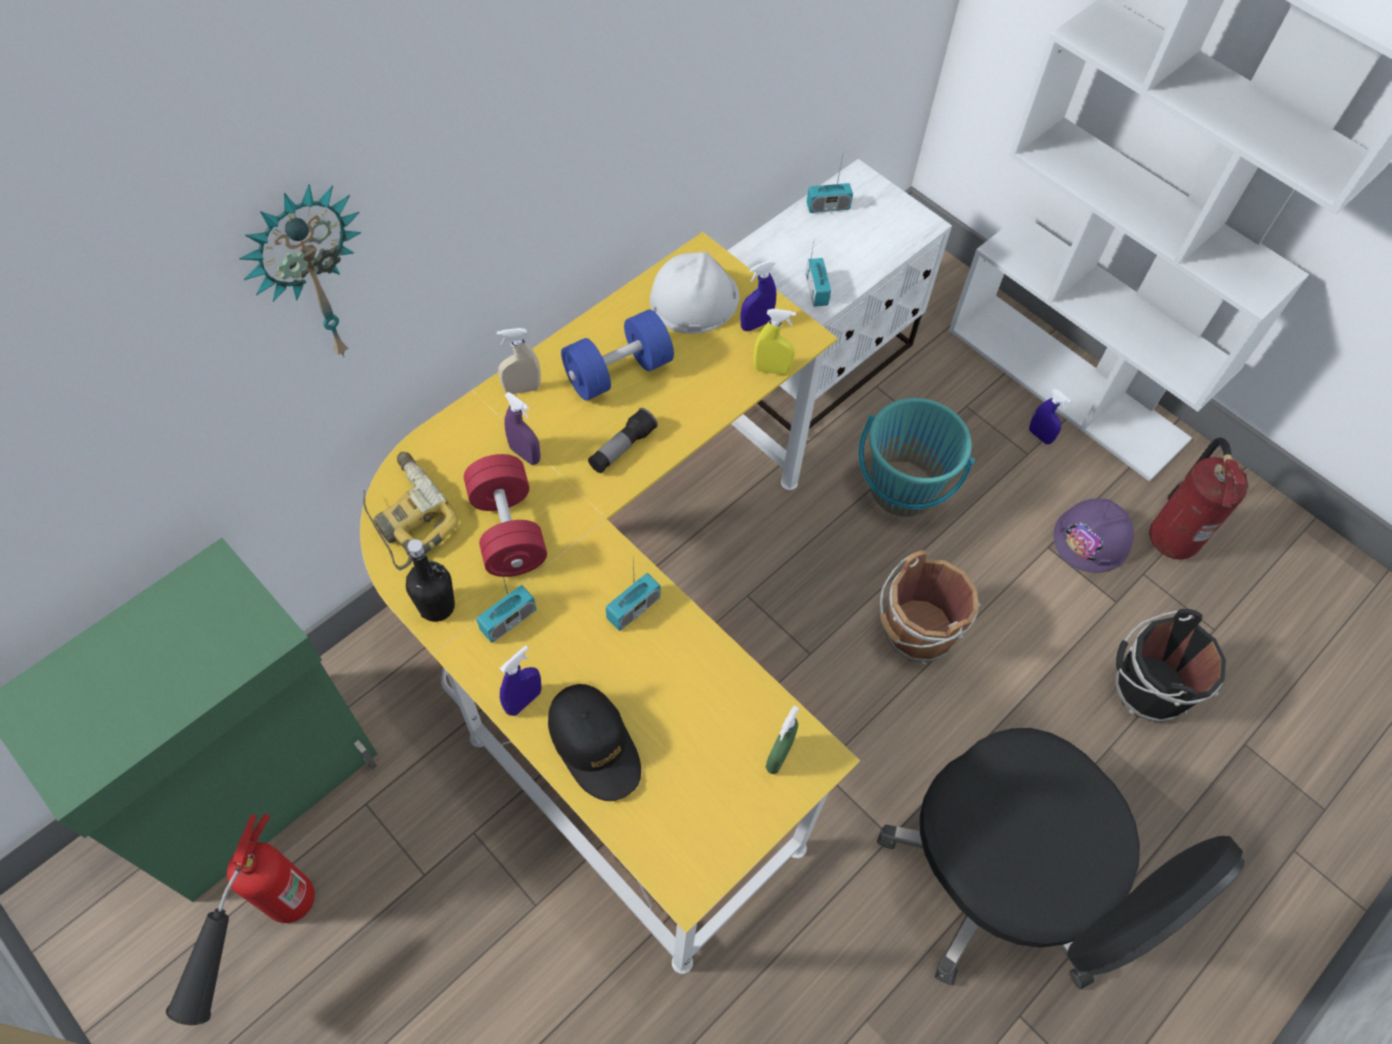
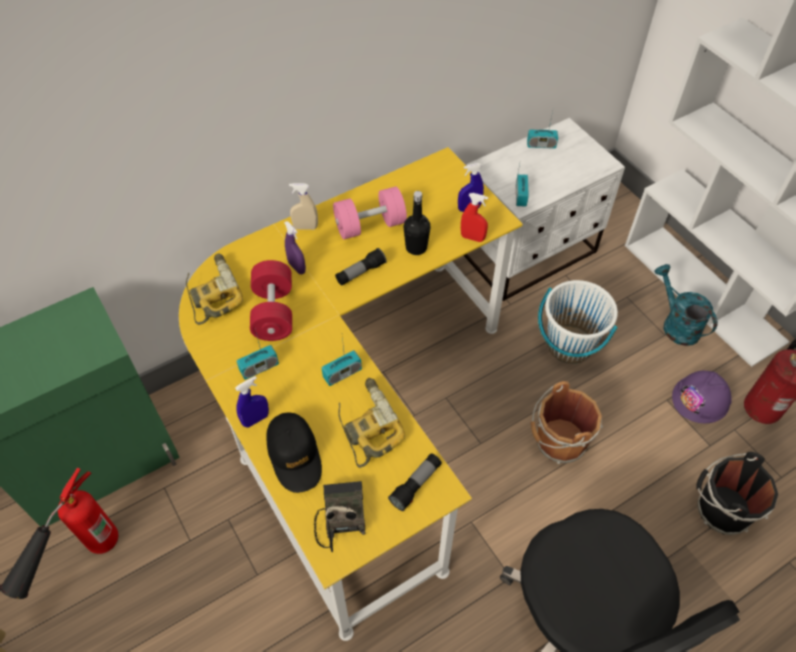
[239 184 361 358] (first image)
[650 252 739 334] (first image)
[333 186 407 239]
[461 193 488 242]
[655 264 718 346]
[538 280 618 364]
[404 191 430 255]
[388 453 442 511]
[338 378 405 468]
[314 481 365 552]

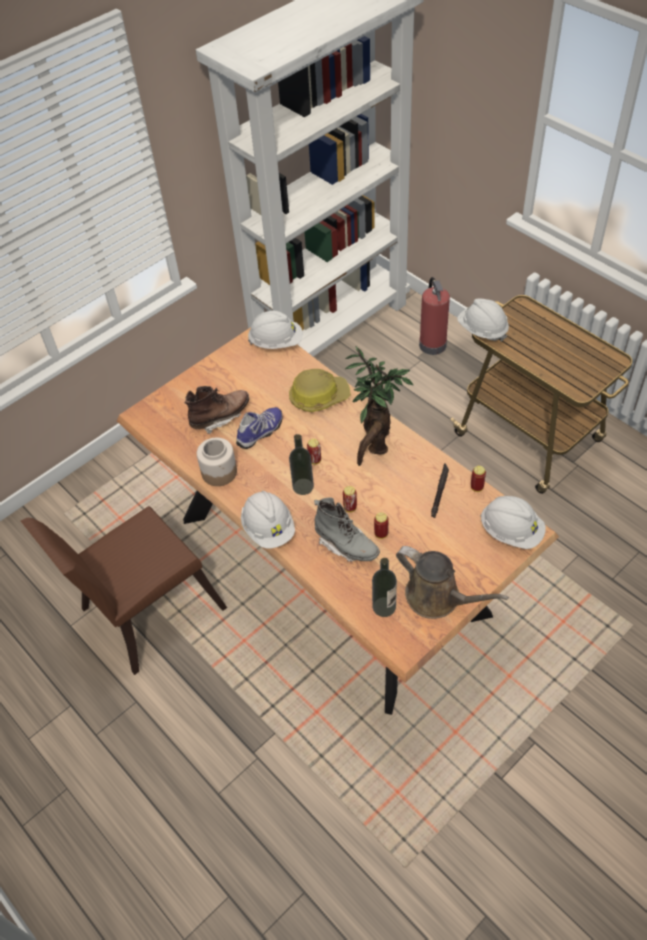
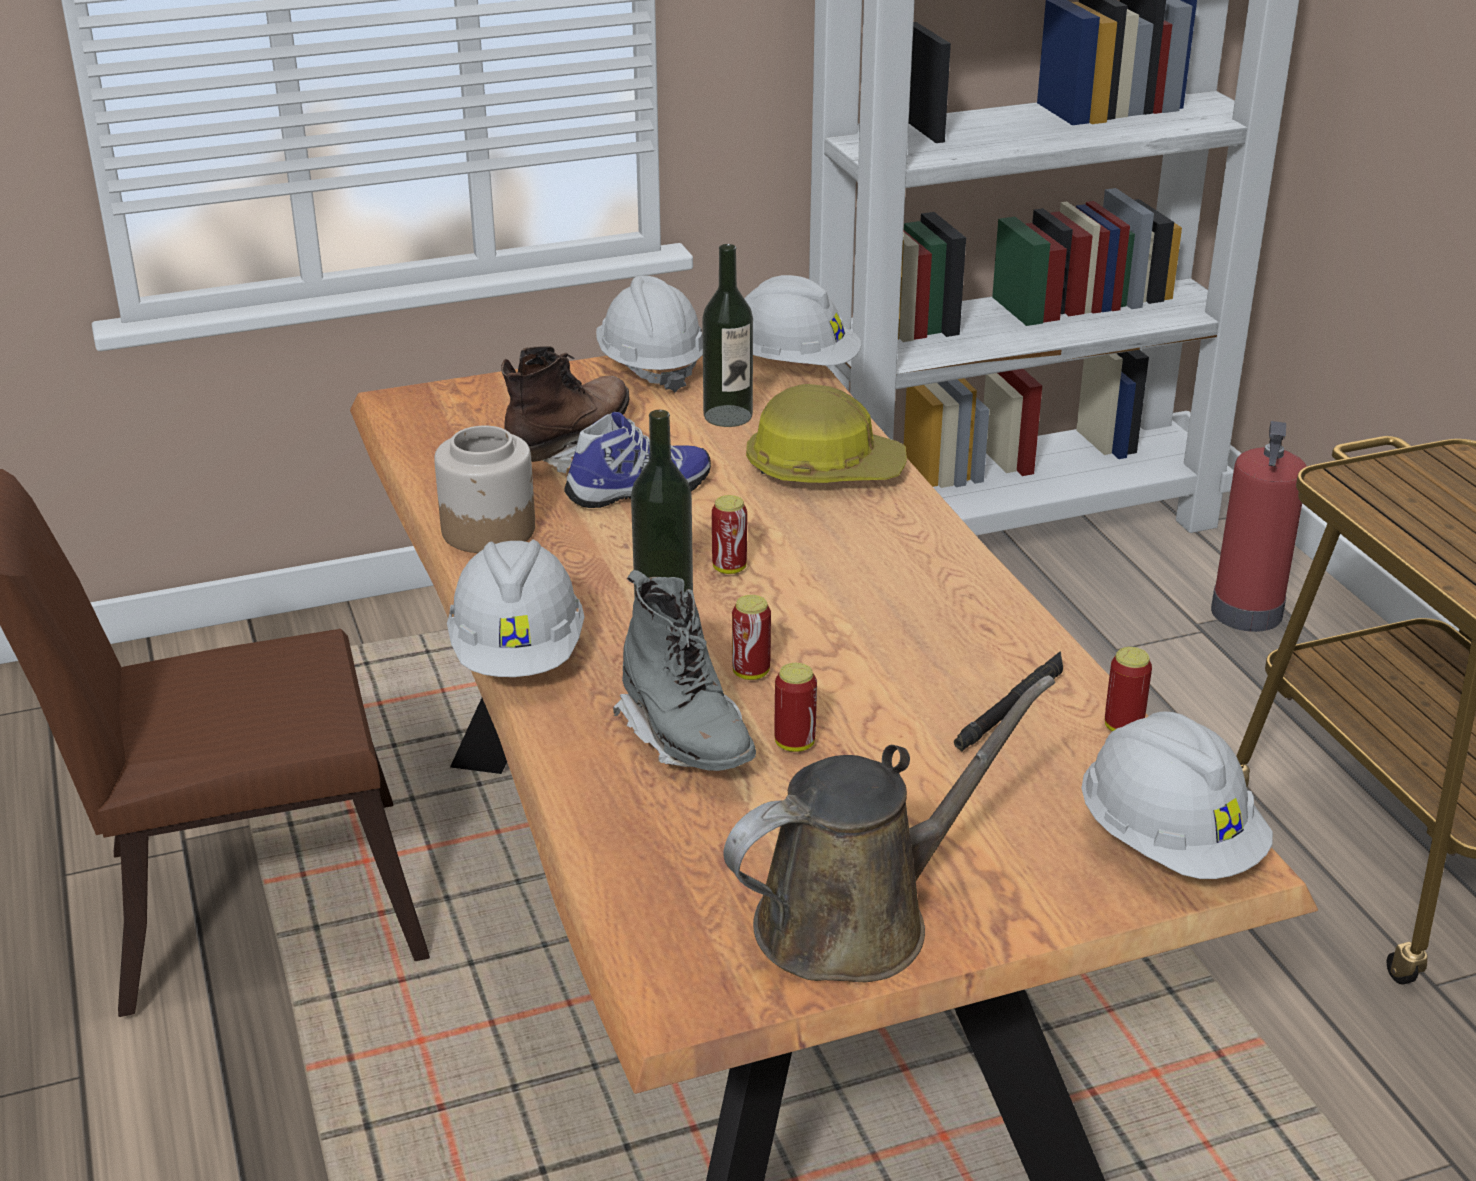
[596 276 703 393]
[345 346 413 466] (first image)
[501 346 630 473]
[724 675 1055 982]
[702 244 753 427]

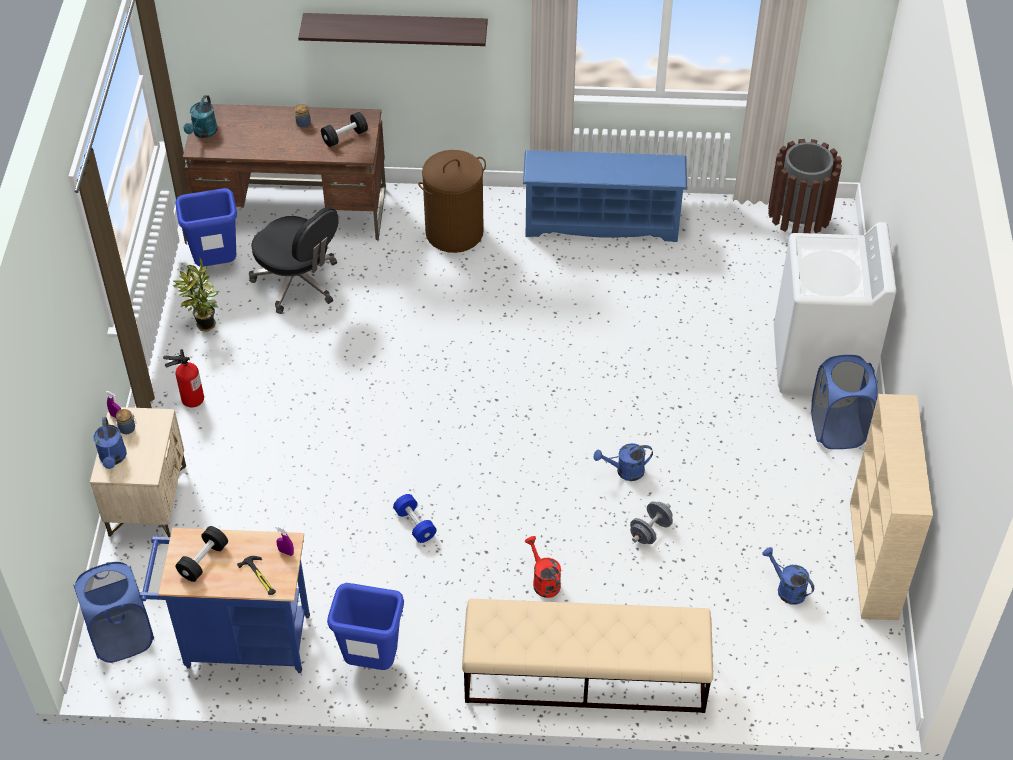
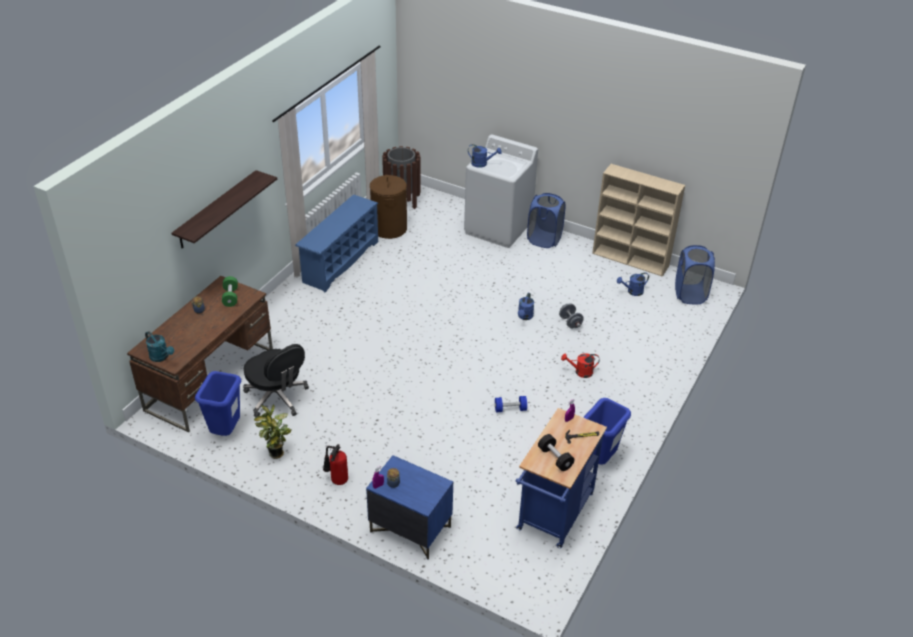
[222 276 238 307]
[370 175 407 239]
[243 344 309 417]
[366 455 453 559]
[468 144 502 168]
[675 245 715 304]
[462 599 713 713] (first image)

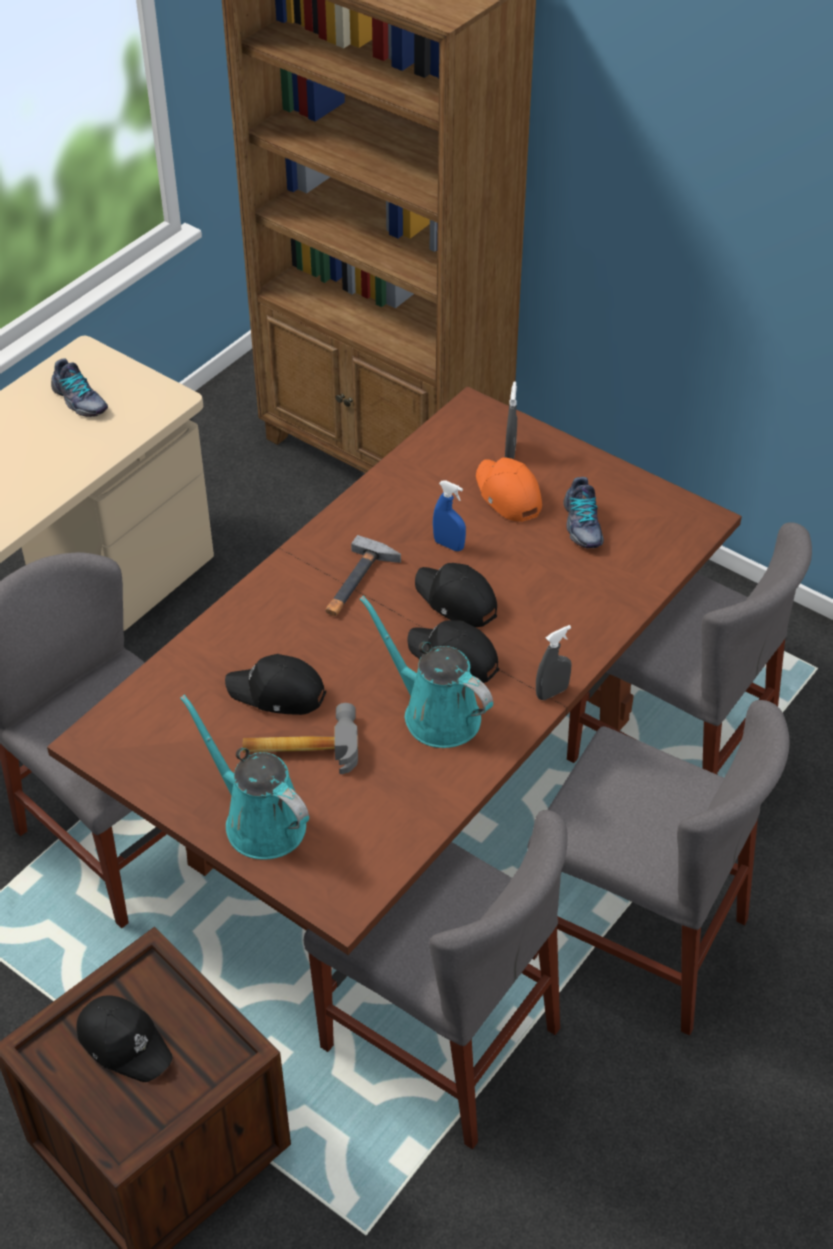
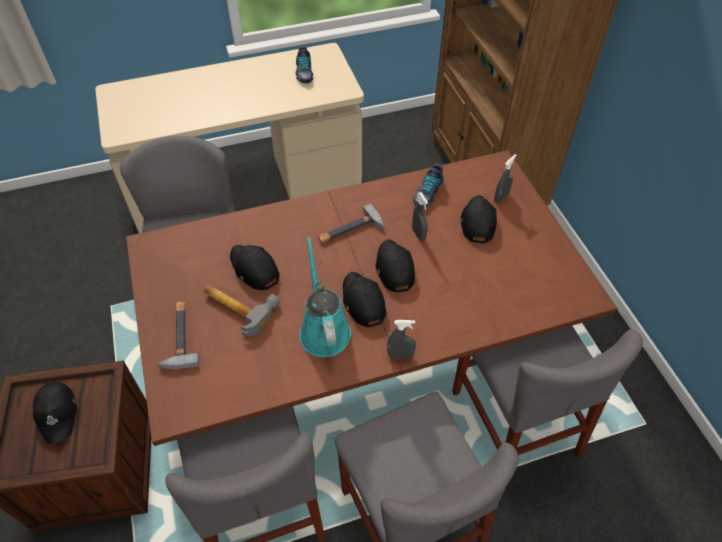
[461 195 497 244]
[413 164 444 207]
[412 192 428 241]
[157 301 199 370]

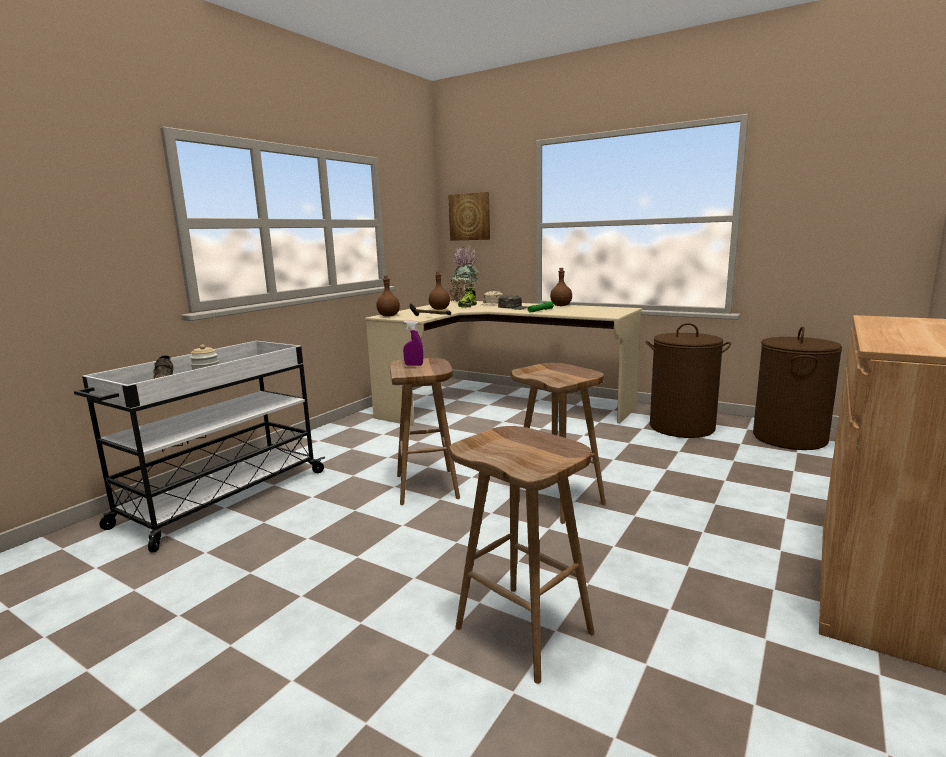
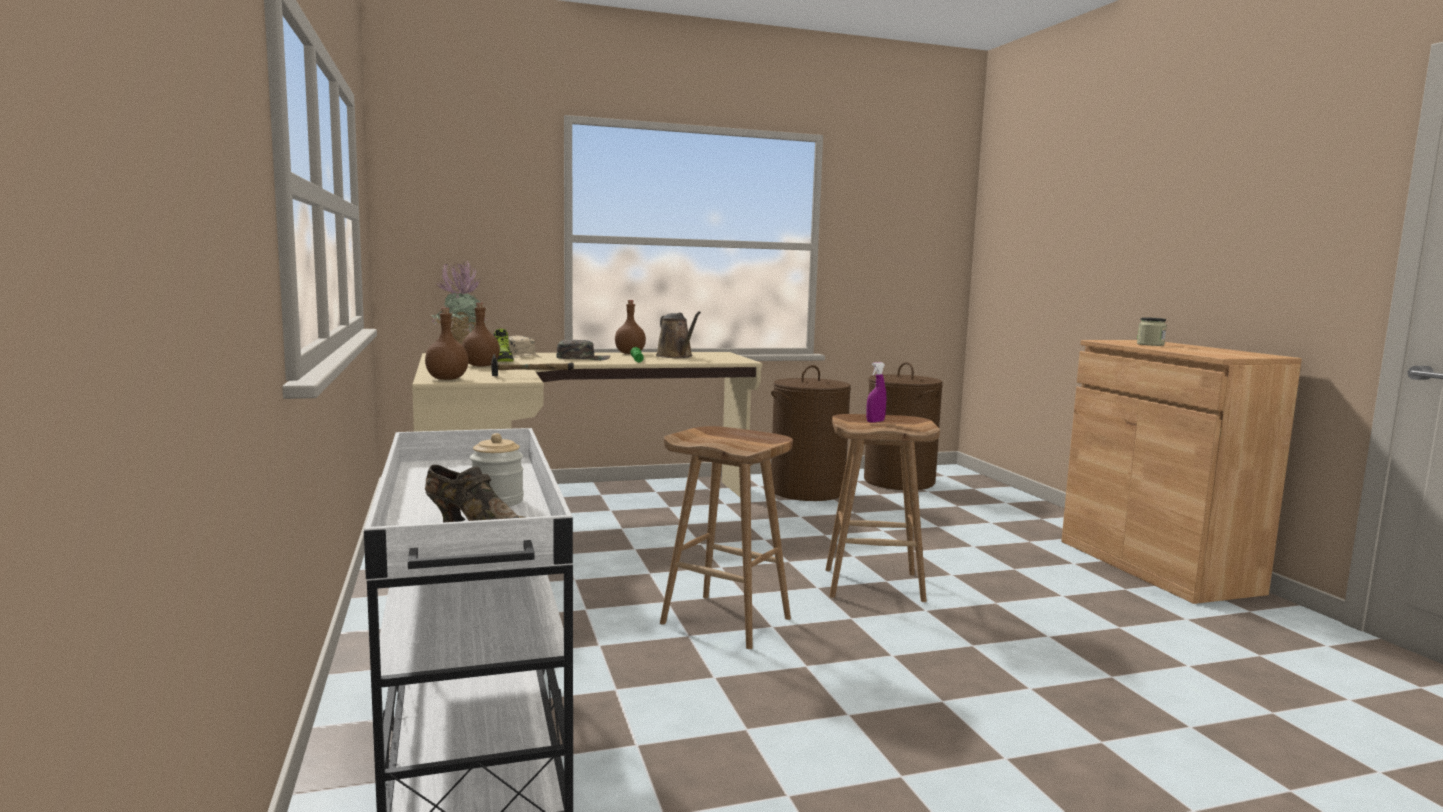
[448 192 490 241] (first image)
[866 362 886 423]
[450 426 594 684] (first image)
[656 311 701 358]
[1137 317 1167 346]

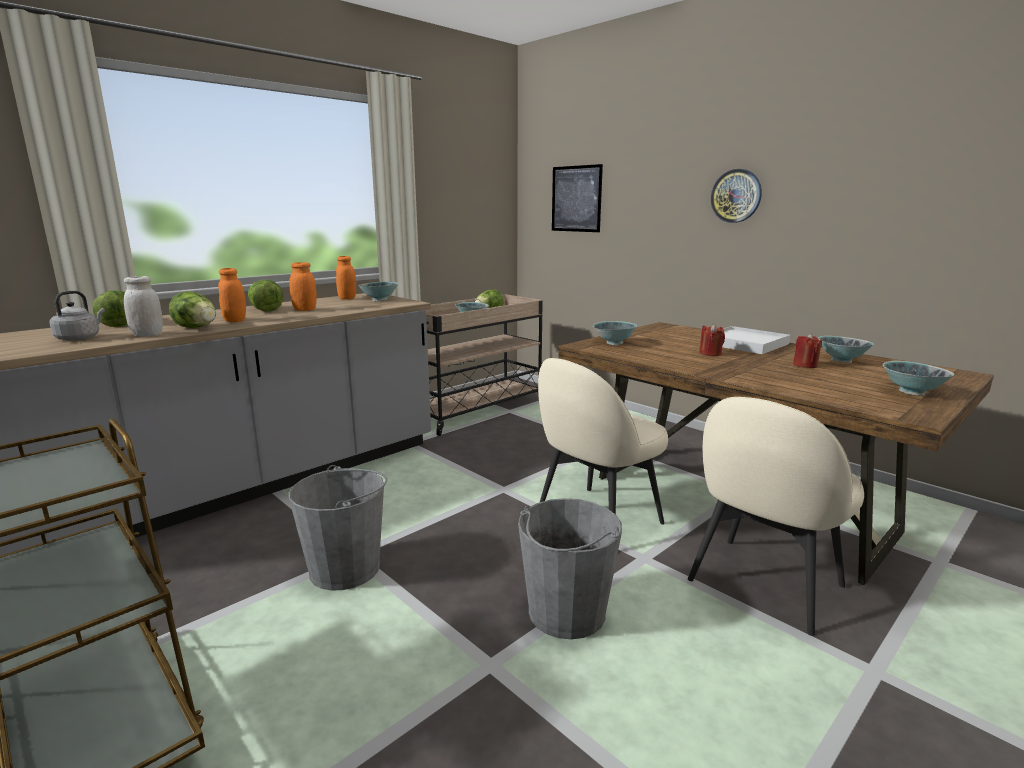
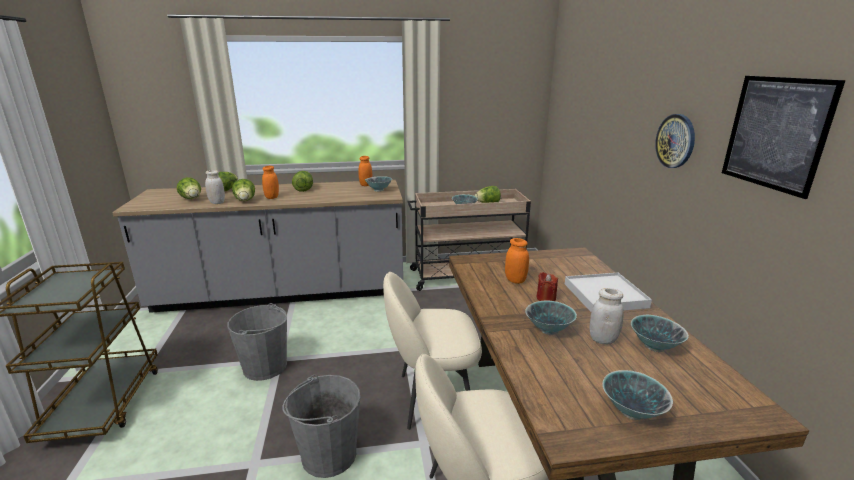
[722 76 846 199]
[505 238 529 284]
[177 177 201 199]
[525 301 577 335]
[590 288 624 344]

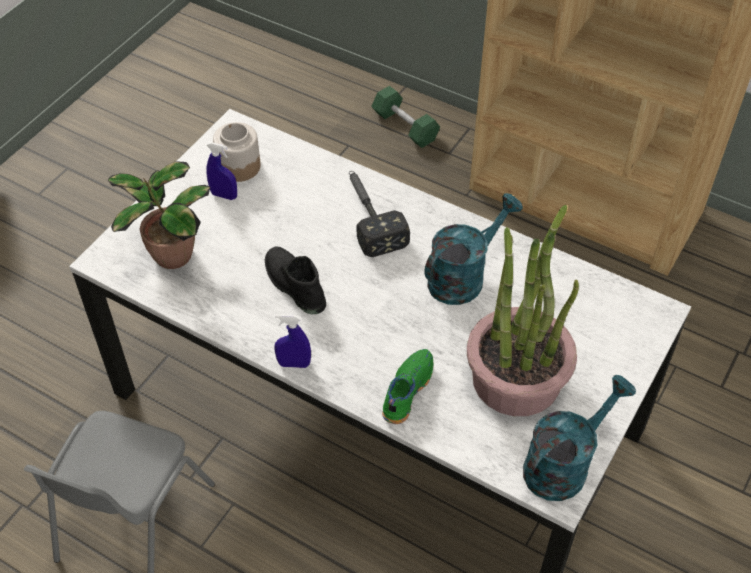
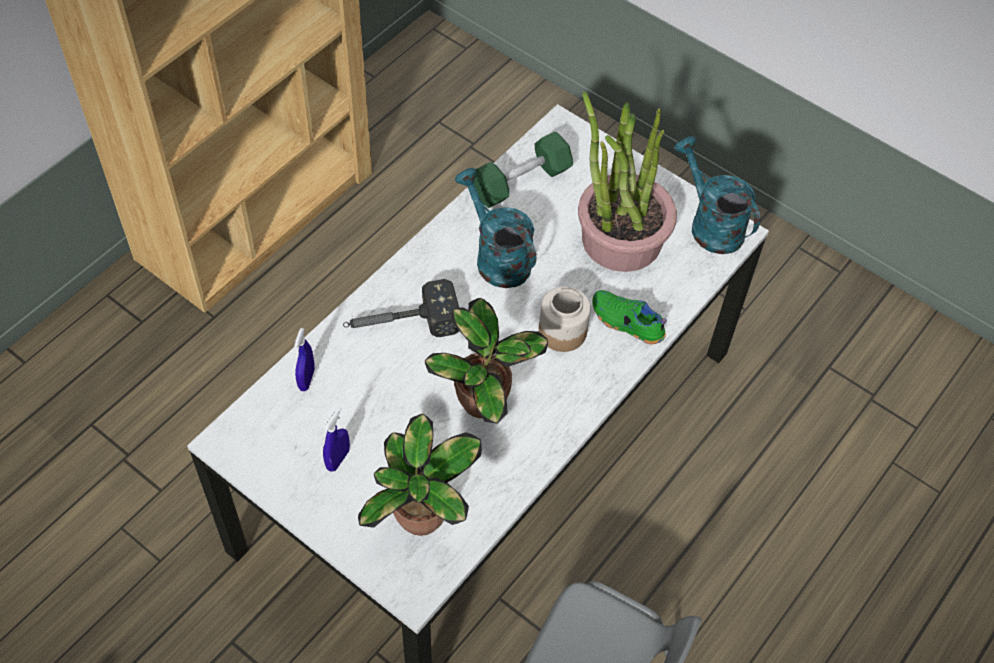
[474 131 573 208]
[539 286 591 352]
[425 298 548 424]
[294 328 315 391]

